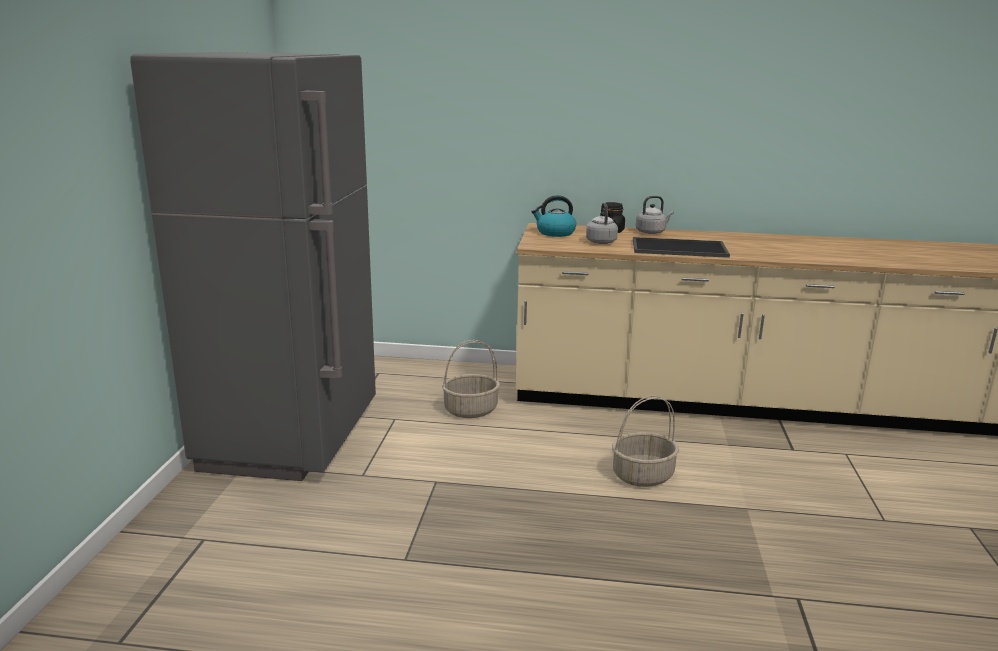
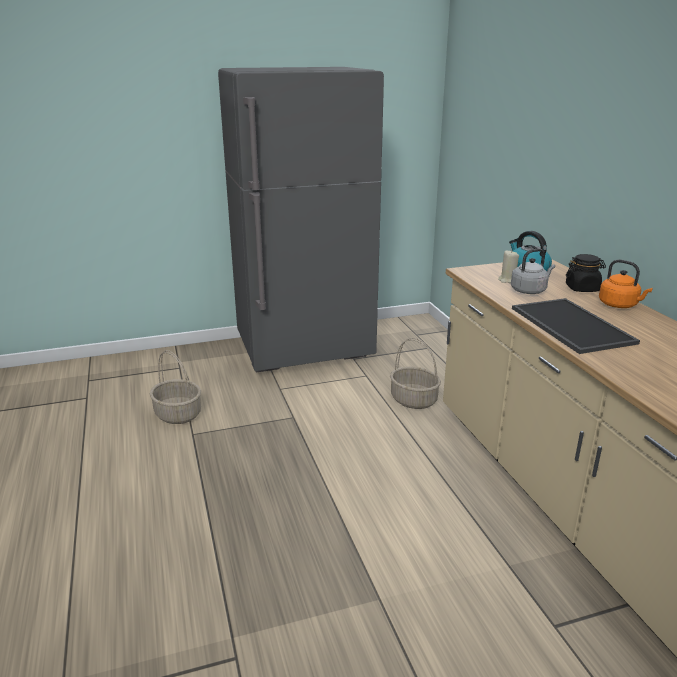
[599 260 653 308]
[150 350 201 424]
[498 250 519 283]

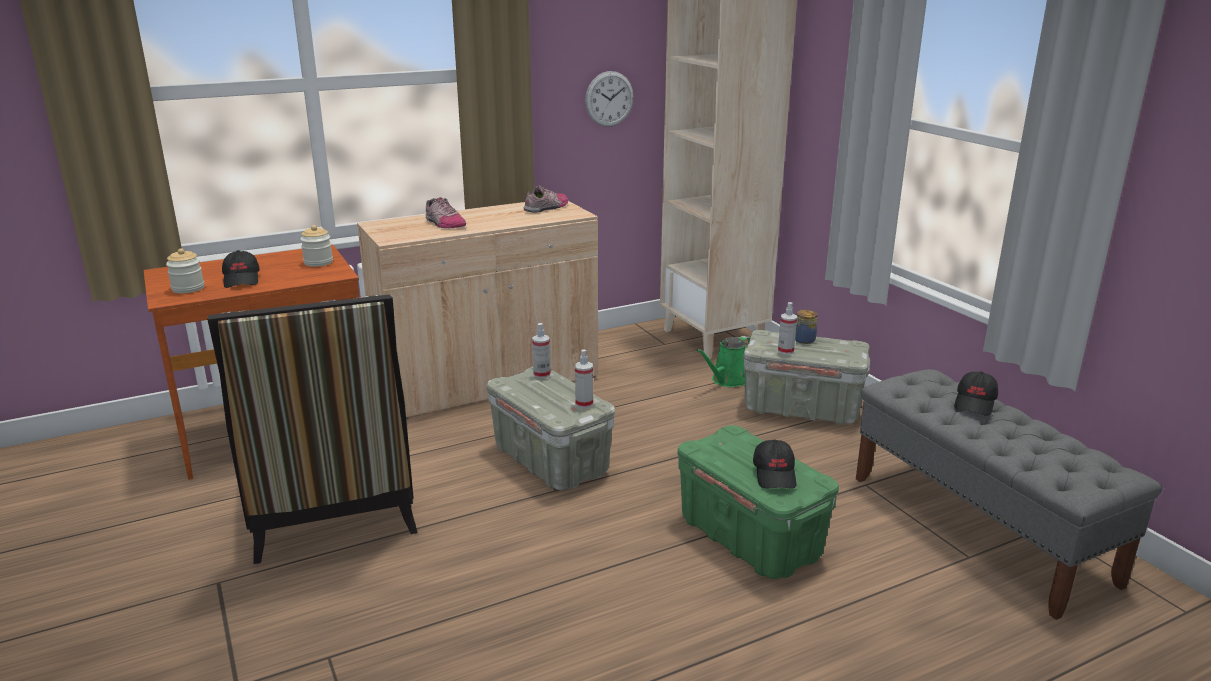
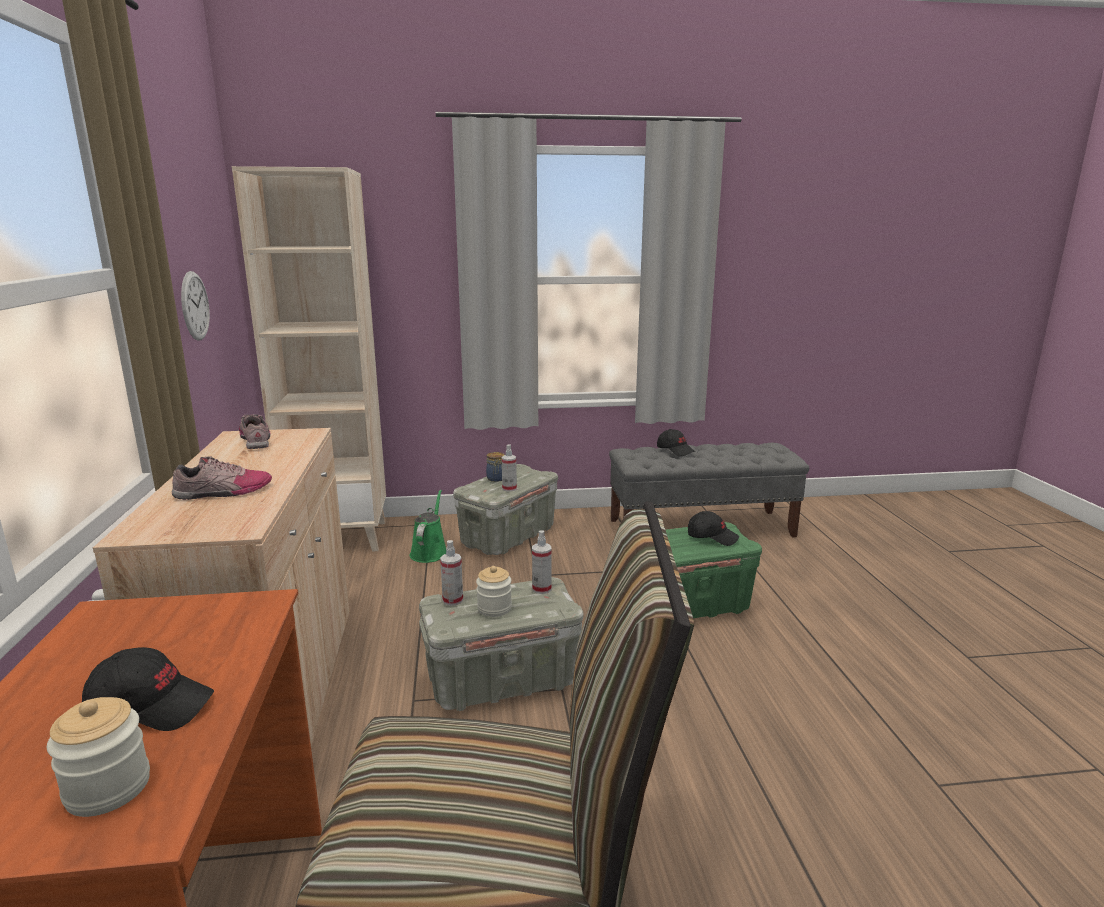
[476 566 512 617]
[409 490 446 563]

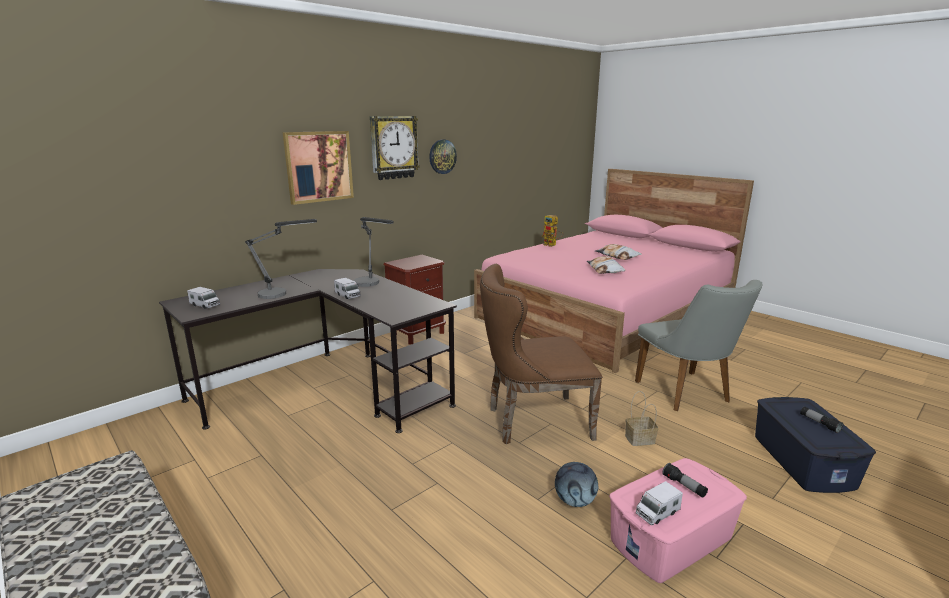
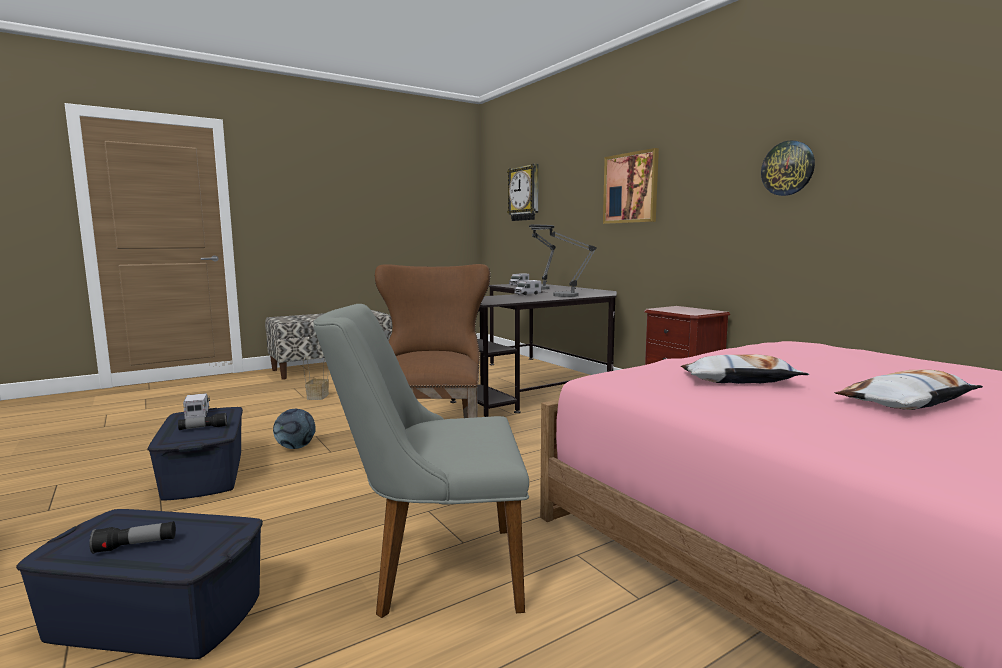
[507 164 539 221]
[542 215 563 247] (first image)
[303 357 329 400]
[148 407 243 501]

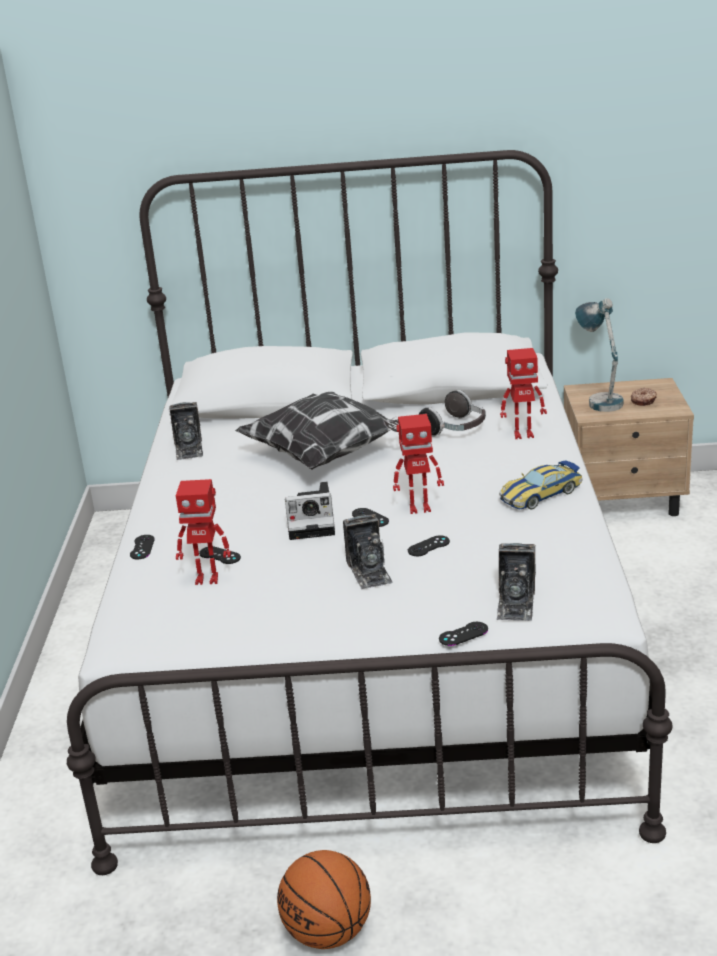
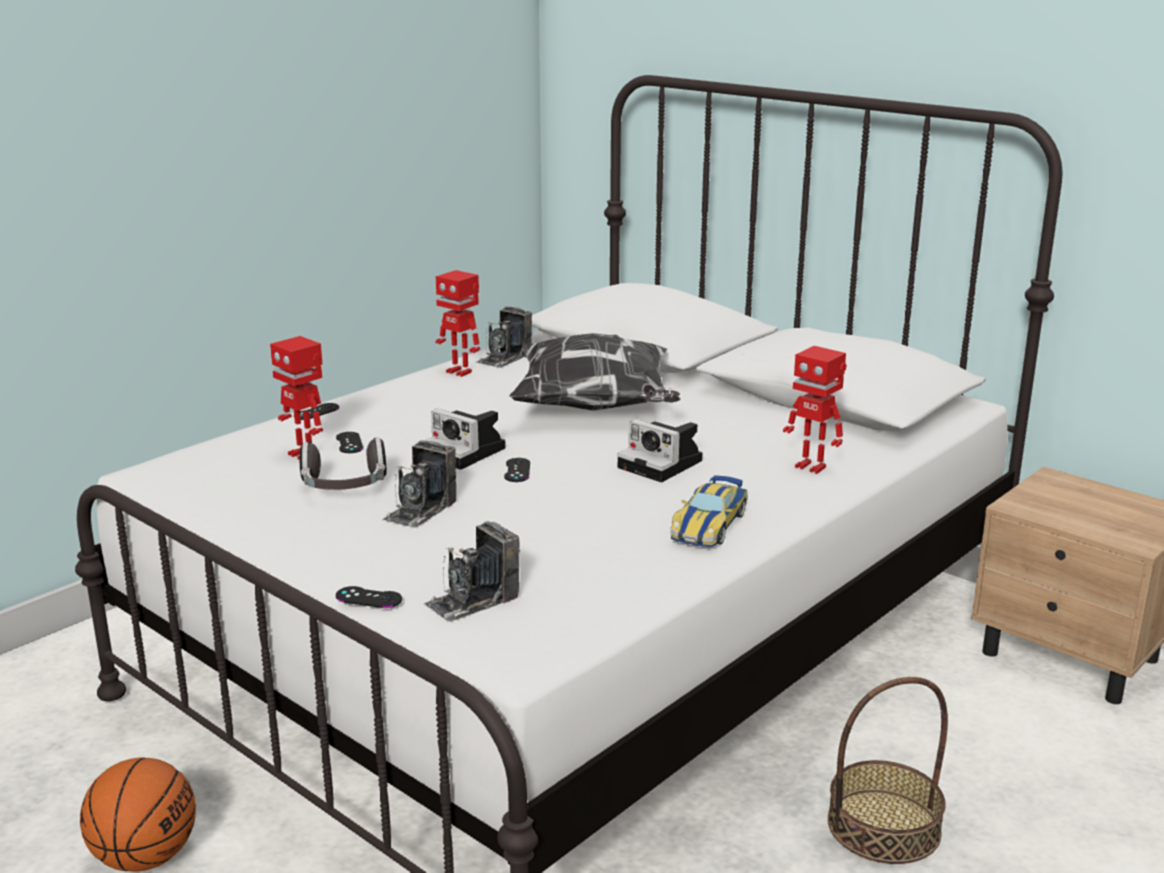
[575 298 624 412] (first image)
[631 388 657 406] (first image)
[300 438 386 490]
[436 270 480 377]
[670 475 748 547]
[408 535 450 556] (first image)
[617 419 703 482]
[828 677 948 864]

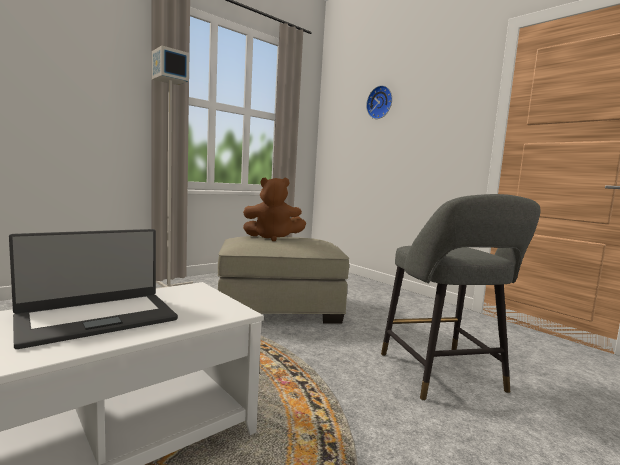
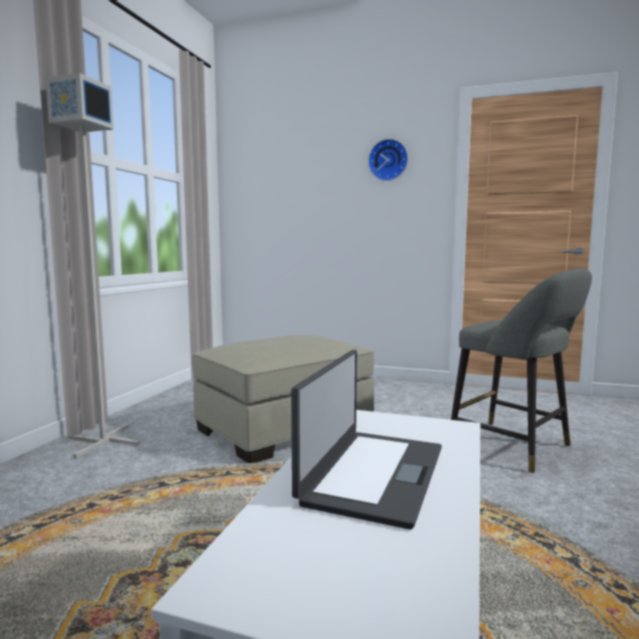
[368 139 408 181]
[243 177 306 241] (first image)

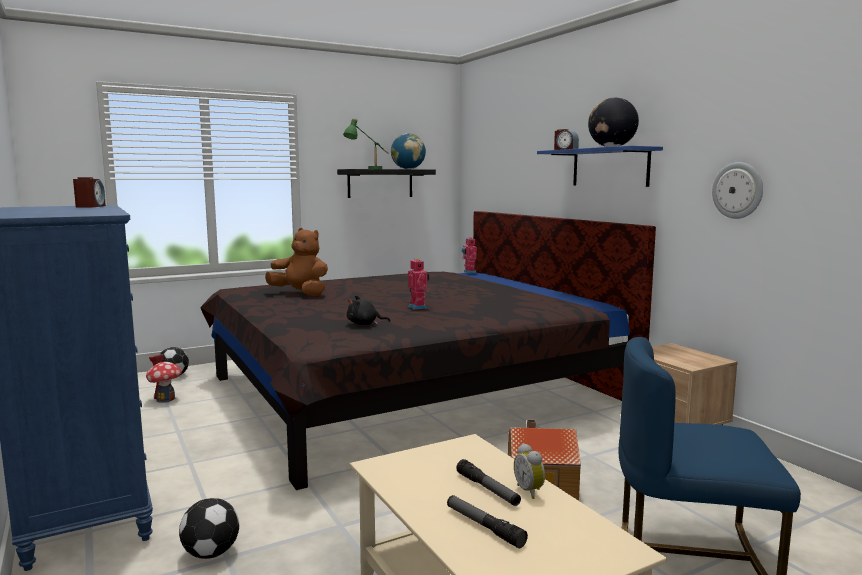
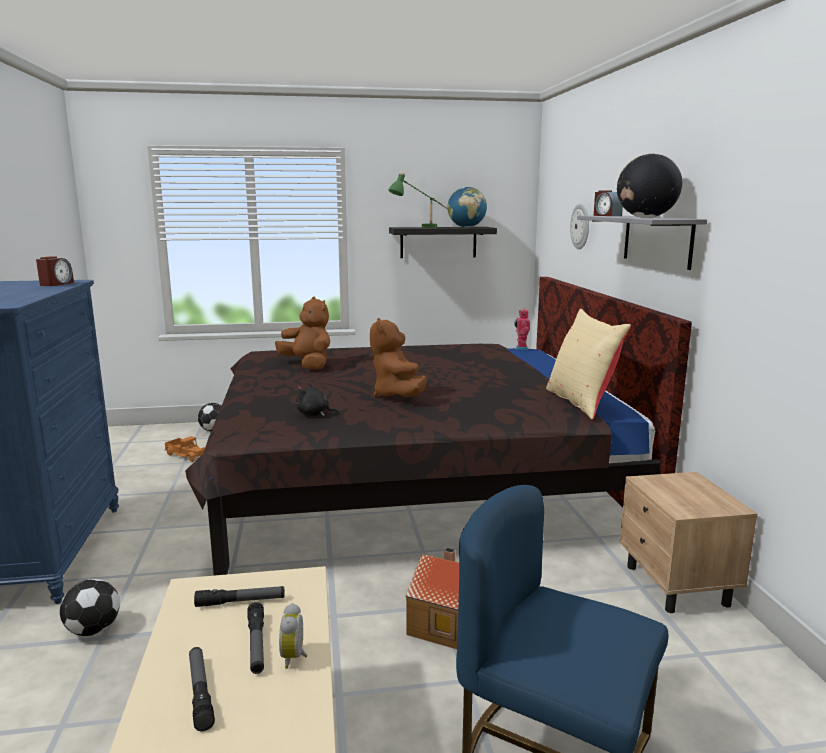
[577 216 707 270]
[570 204 589 249]
[370 318 427 397]
[165 436 205 462]
[546 309 631 420]
[194 586 285 607]

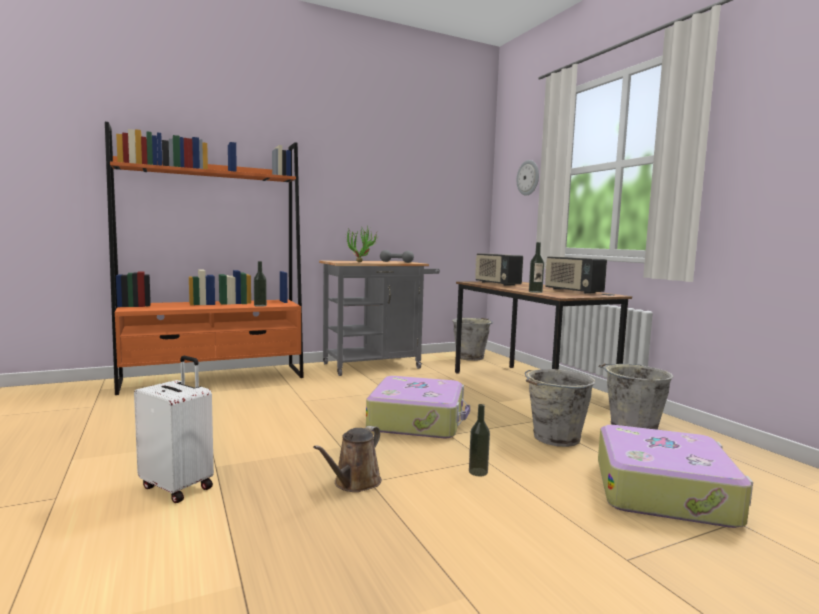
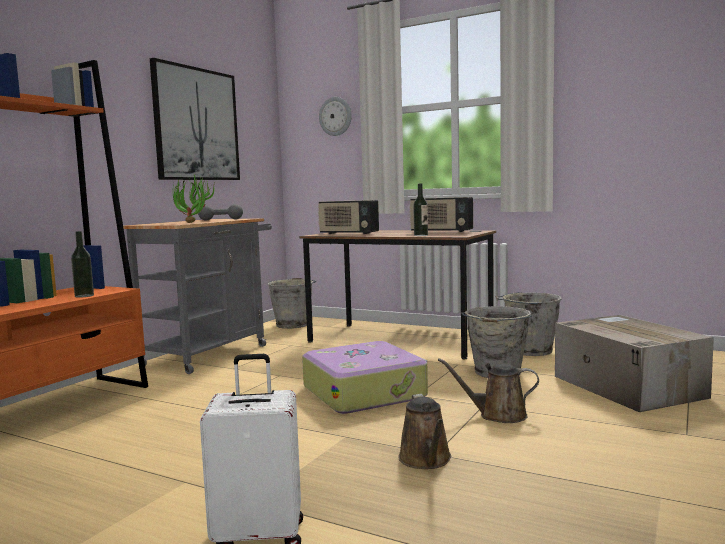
[438 358 539 423]
[555 315 714 412]
[150 58 240 180]

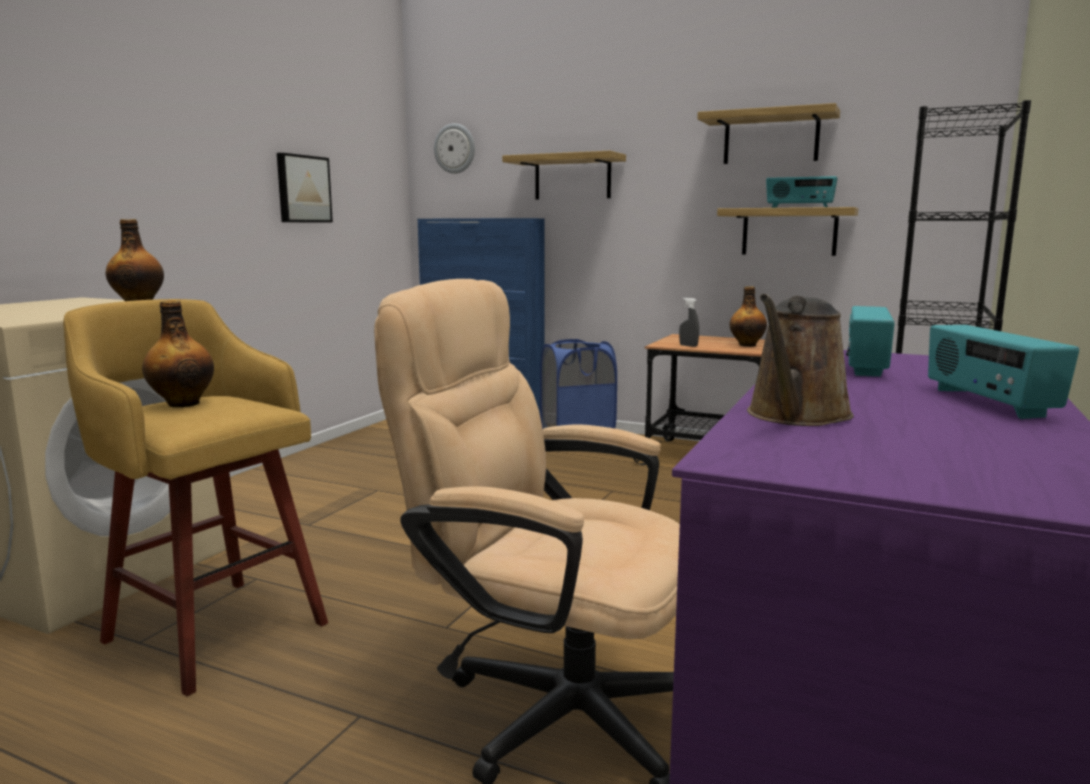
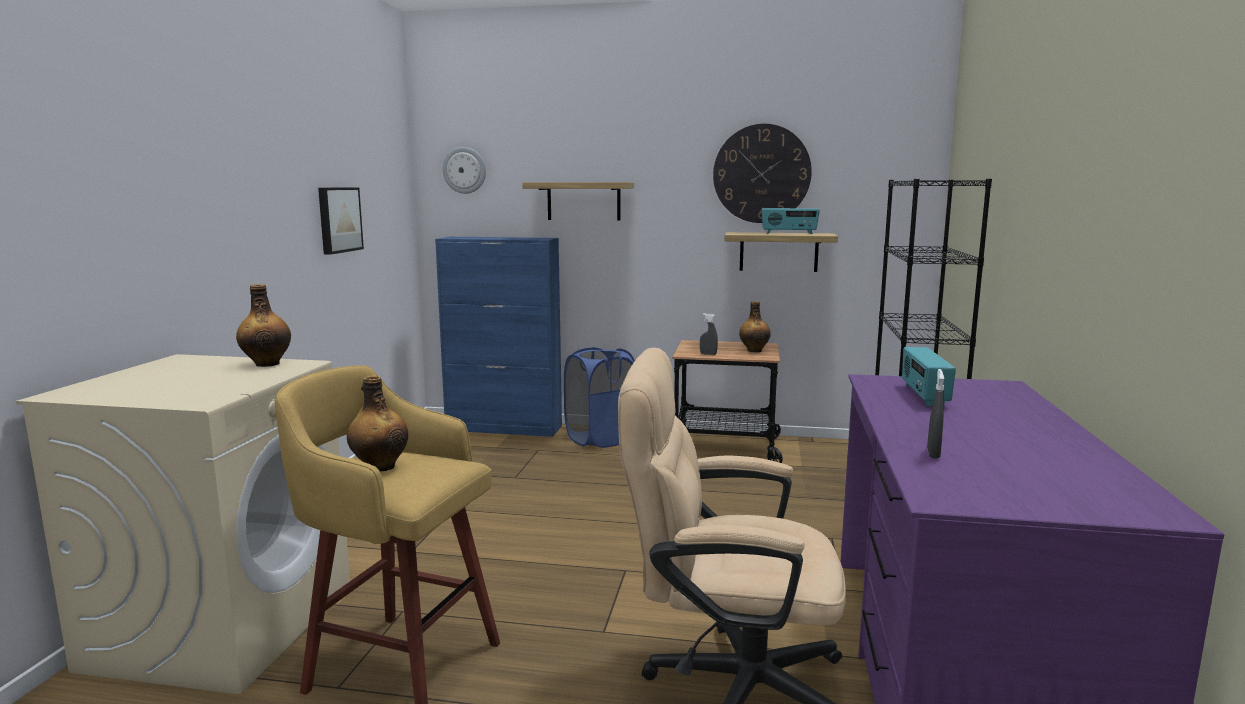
[713 124 812 223]
[927 369 944 459]
[928 325 1079 419] (first image)

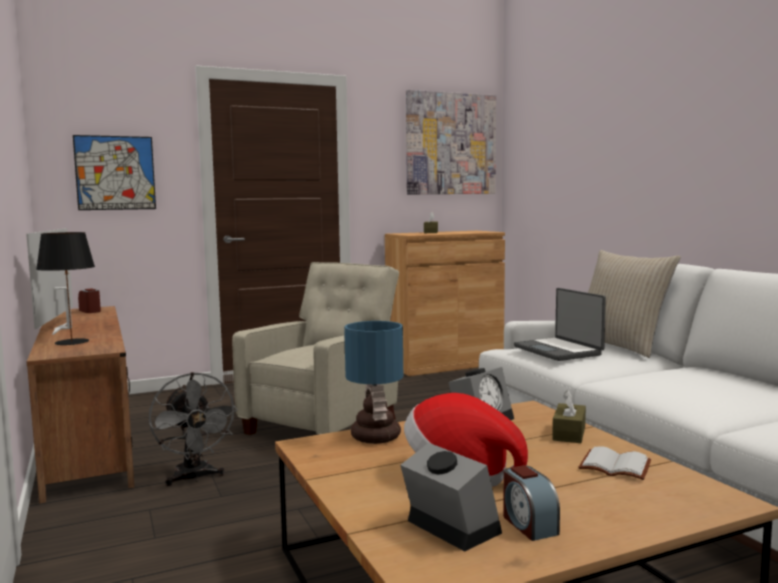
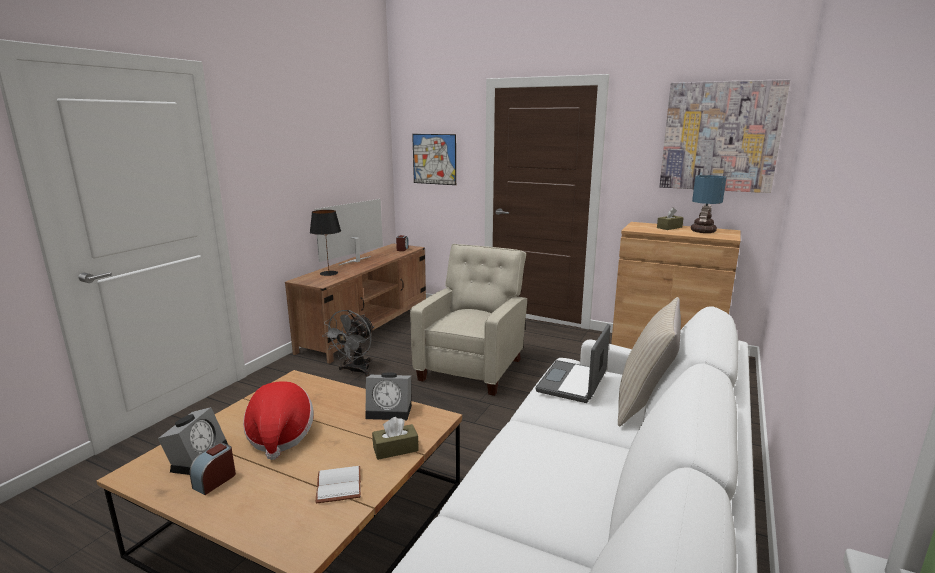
[410 244 527 396]
[691 175 726 233]

